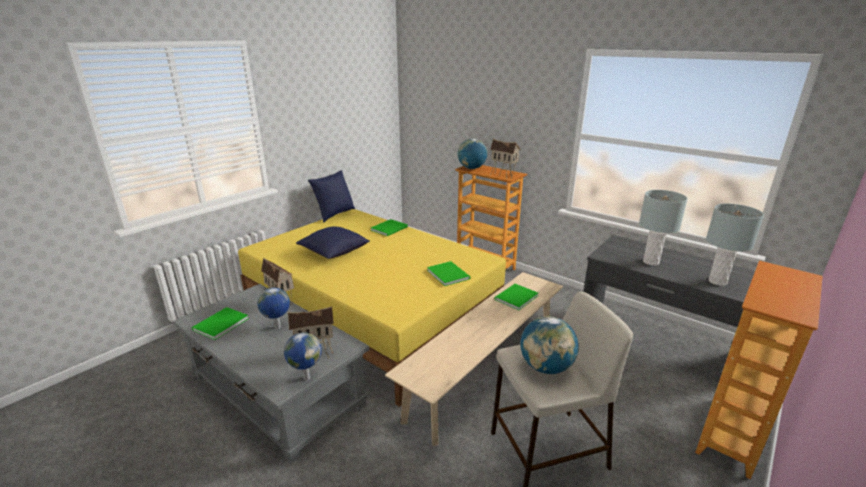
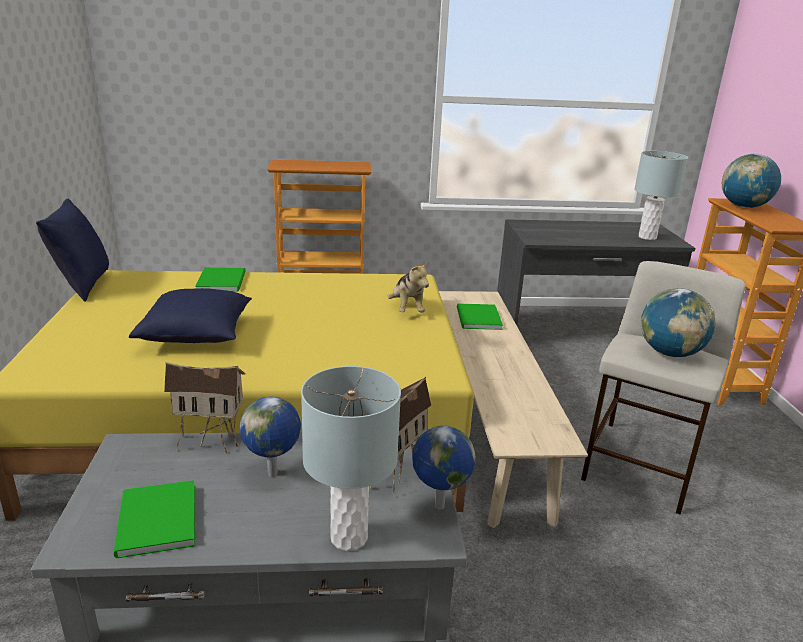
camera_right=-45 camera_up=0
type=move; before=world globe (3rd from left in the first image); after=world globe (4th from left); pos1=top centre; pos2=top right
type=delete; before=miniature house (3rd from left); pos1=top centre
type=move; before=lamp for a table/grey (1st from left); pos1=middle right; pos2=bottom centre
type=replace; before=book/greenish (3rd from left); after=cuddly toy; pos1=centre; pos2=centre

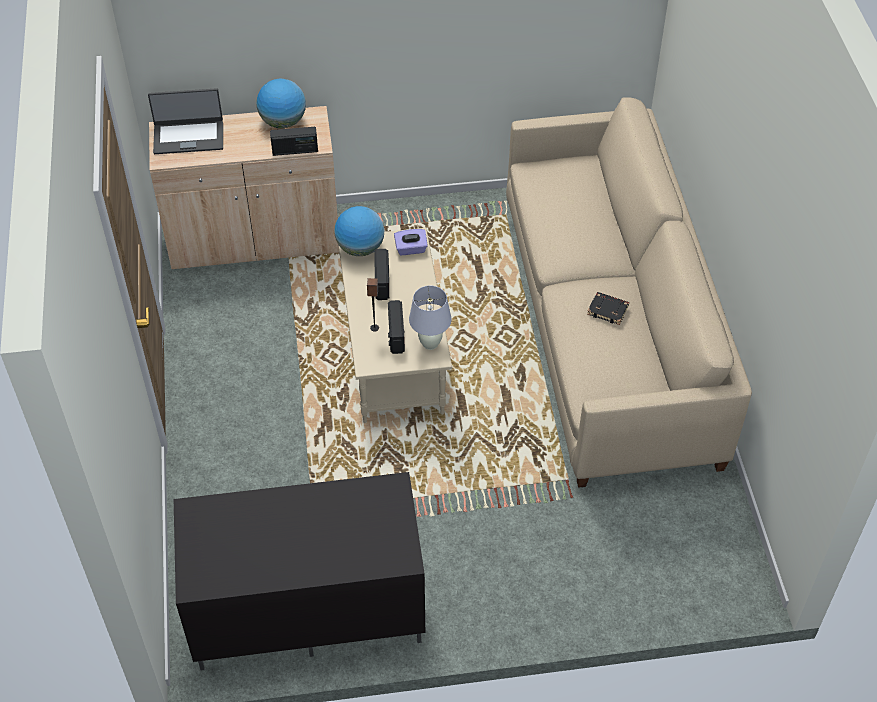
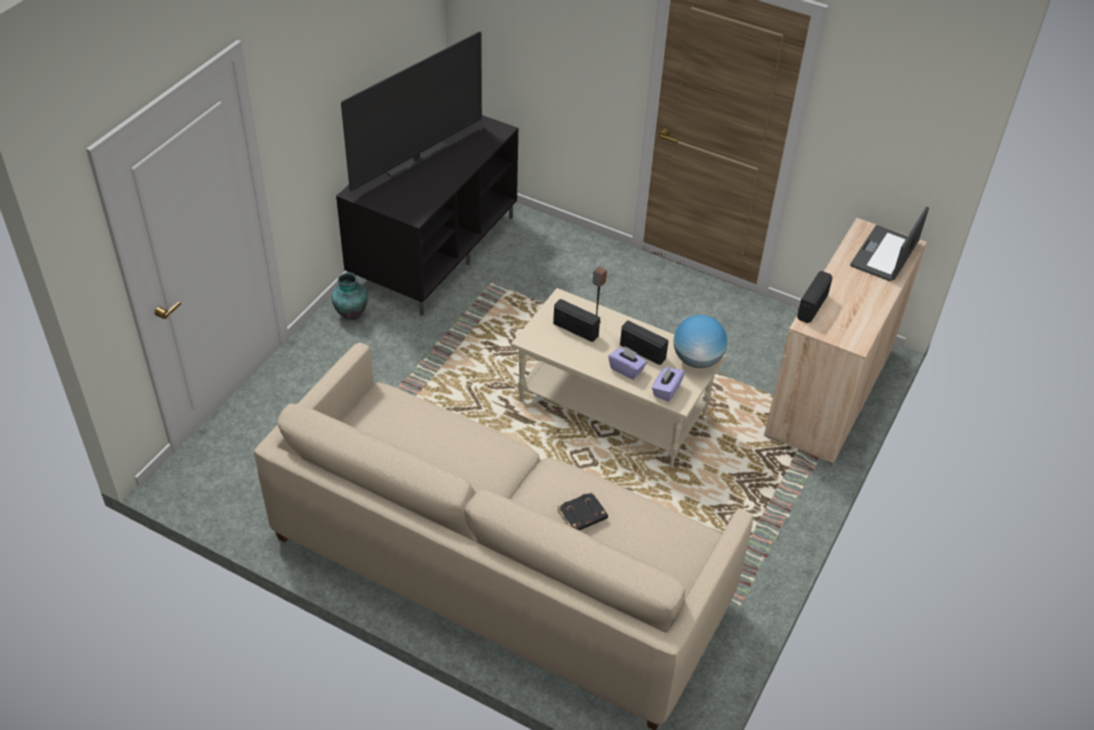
camera_right=125 camera_up=-5
type=delete; before=world globe (1st from left); pos1=top left
type=delete; before=lamp for a table/whitish; pos1=centre
type=move; before=book/blackish; pos1=middle right; pos2=bottom centre
type=insert; after=TV set; pos2=top centre
type=insert; after=decorative vase; pos2=middle left
type=insert; after=box of tissues/purple (1st from left); pos2=centre

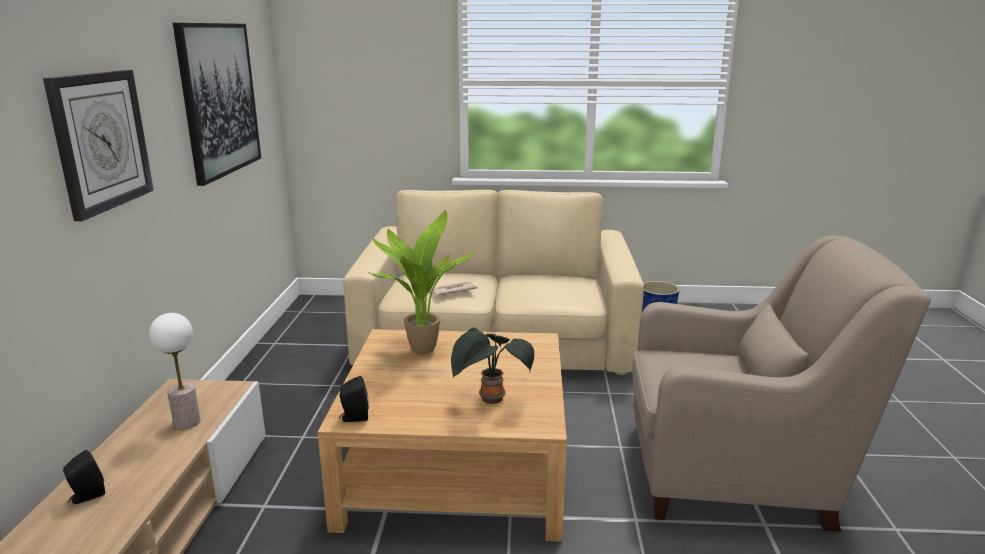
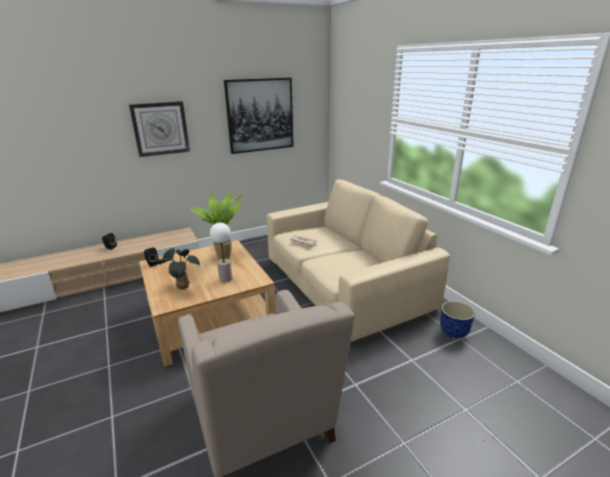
camera_right=60 camera_up=5
type=move; before=lamp for a table; pos1=bottom left; pos2=centre

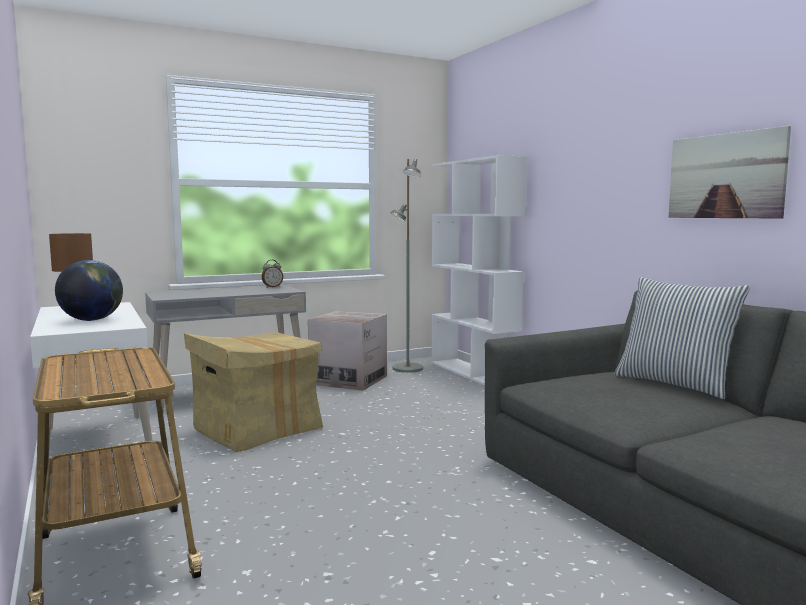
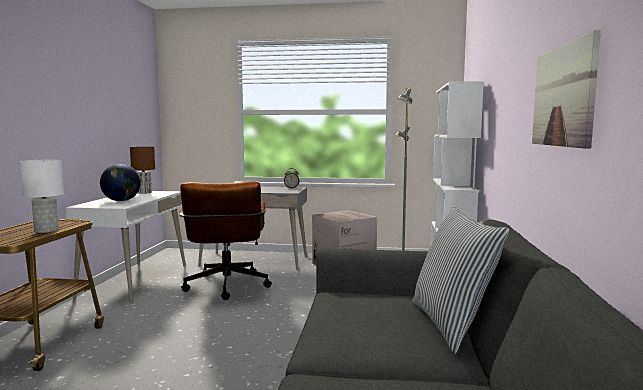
camera_right=35 camera_up=0
type=replace; before=packing box (1st from left); after=desk chair/brown-coloured; pos1=middle left; pos2=centre
type=insert; after=lamp for a table/whitish; pos2=middle left

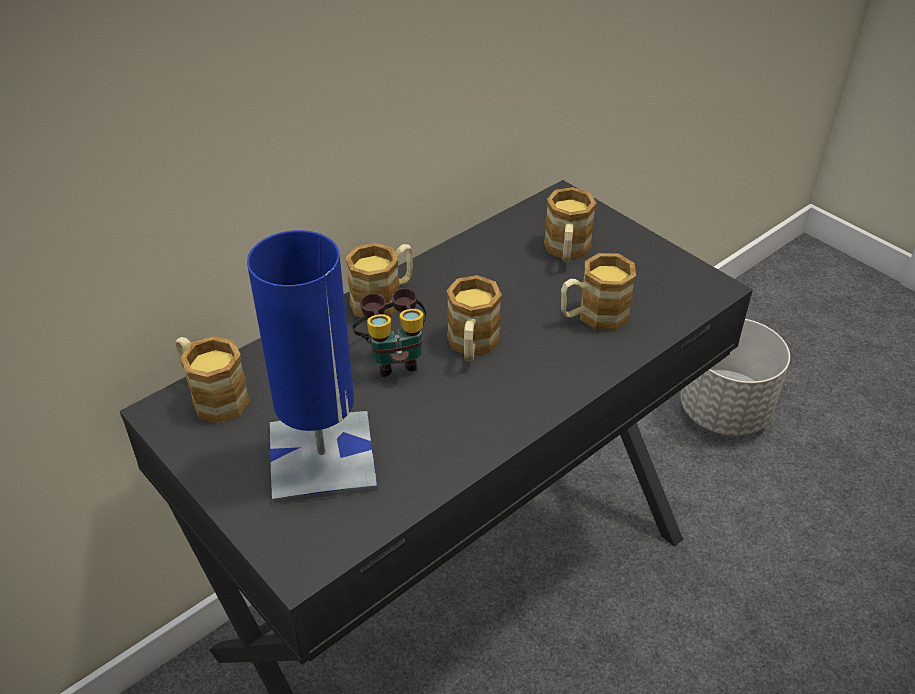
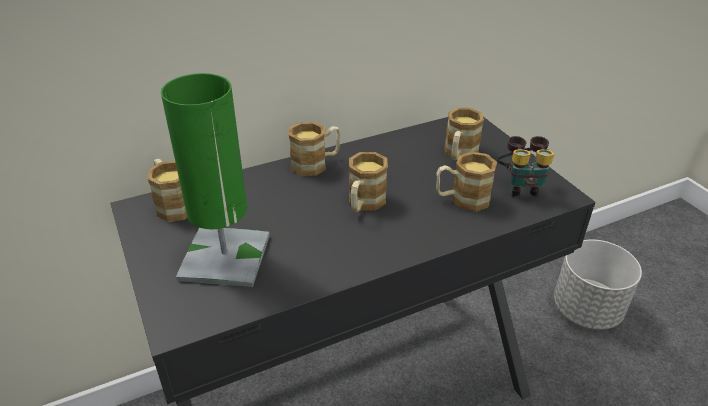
camera_right=15 camera_up=-5
type=recolor; before=lamp for a table/blue-coloured; after=lamp for a table/greenish; pos1=centre; pos2=middle left
type=move; before=field glasses; pos1=centre; pos2=middle right

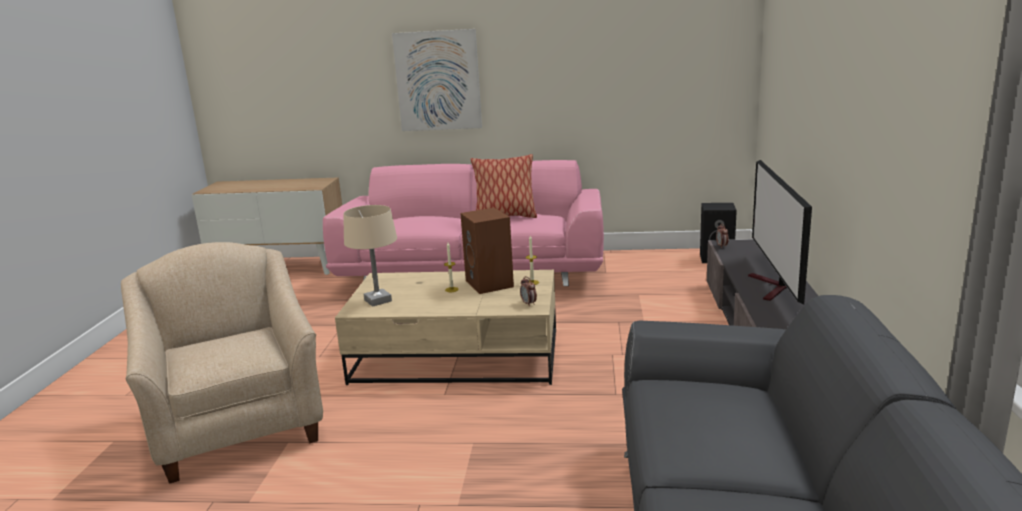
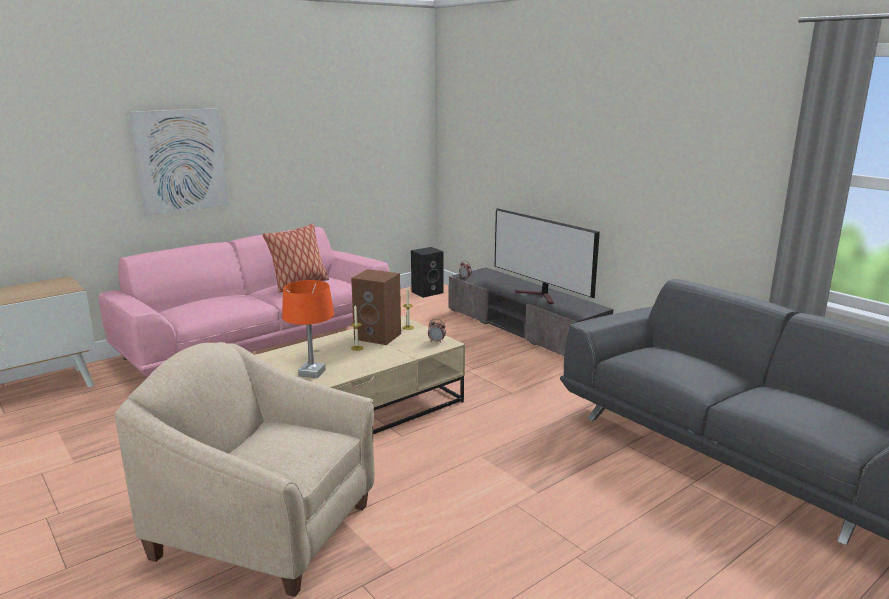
camera_right=-45 camera_up=0
type=recolor; before=lamp for a table/beige-coloured; after=lamp for a table/orangey; pos1=centre; pos2=centre

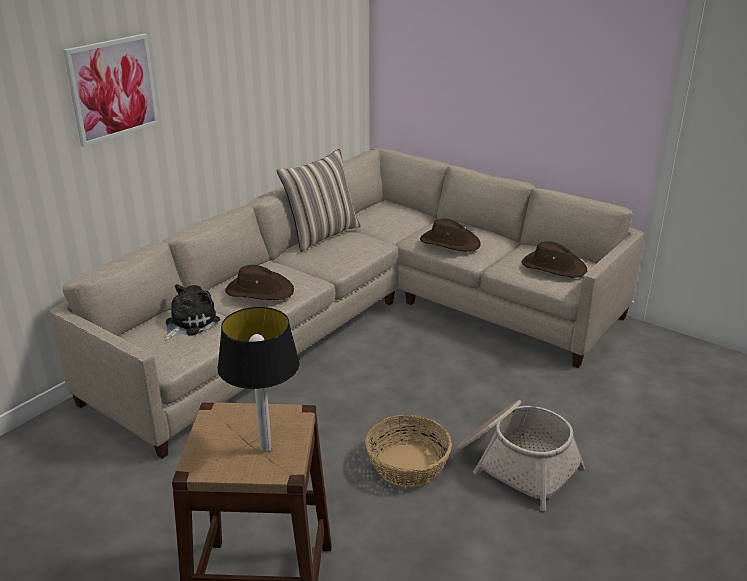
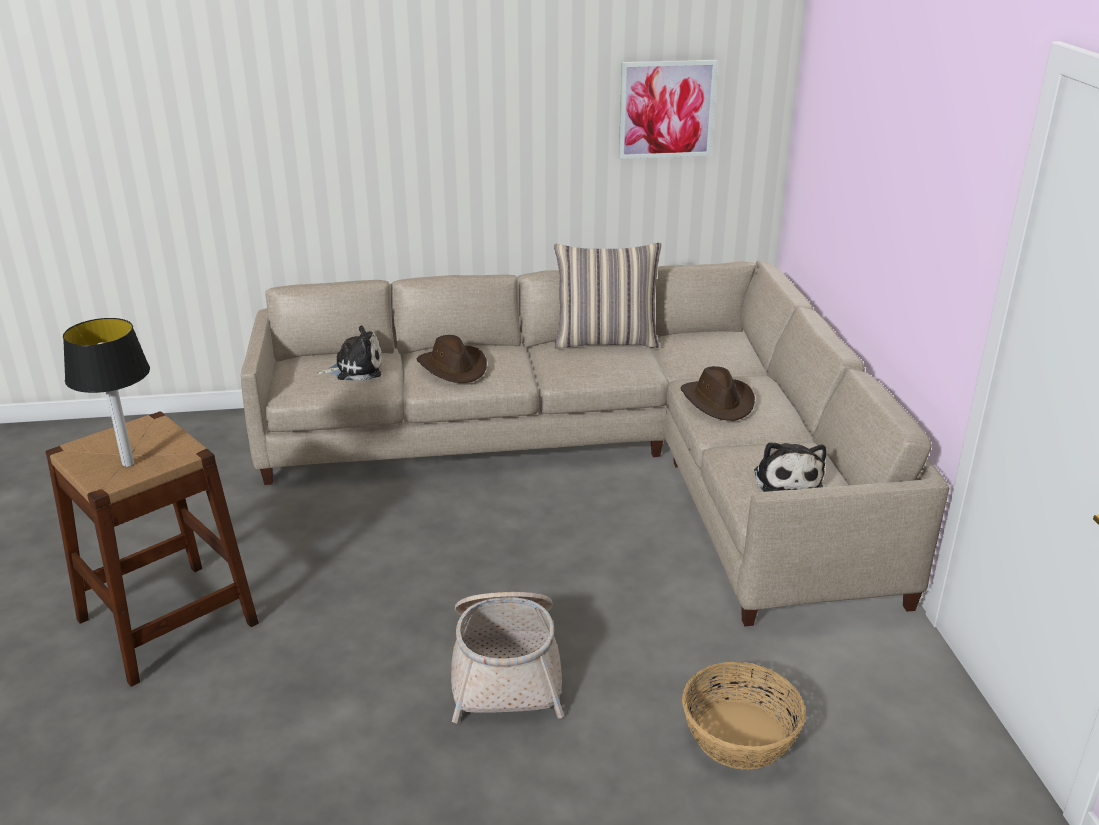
camera_right=45 camera_up=0
type=move; before=picture; pos1=top left; pos2=top centre
type=replace; before=clothing hat/brown-coloured (3rd from left); after=cuddly toy (2nd from left); pos1=middle right; pos2=middle right
type=move; before=household basket (1st from left in the first image); after=household basket (2nd from left); pos1=bottom centre; pos2=bottom right

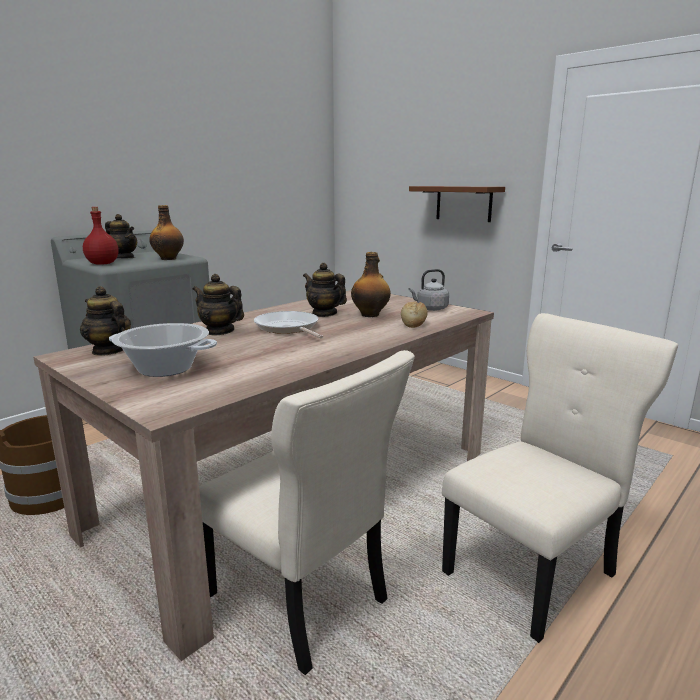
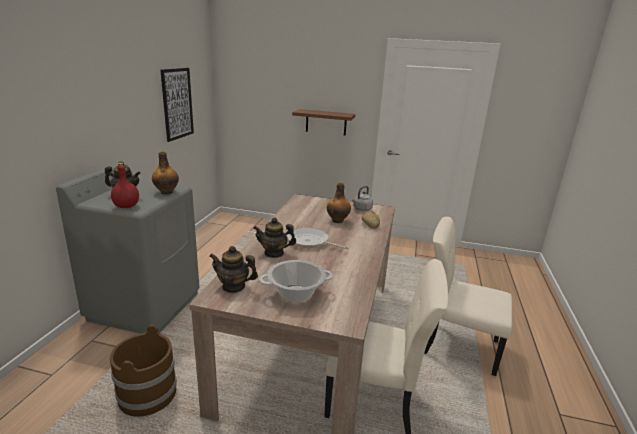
camera_right=-30 camera_up=5
type=delete; before=teapot (4th from left); pos1=centre
type=rotate; before=plain chair/beige-coloured (2nd from left); pos1=bottom right; pos2=bottom right; turn=-90
type=insert; after=picture; pos2=top left

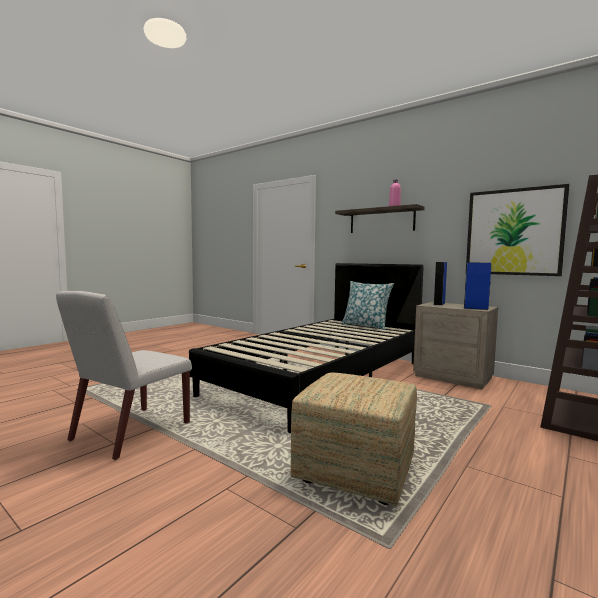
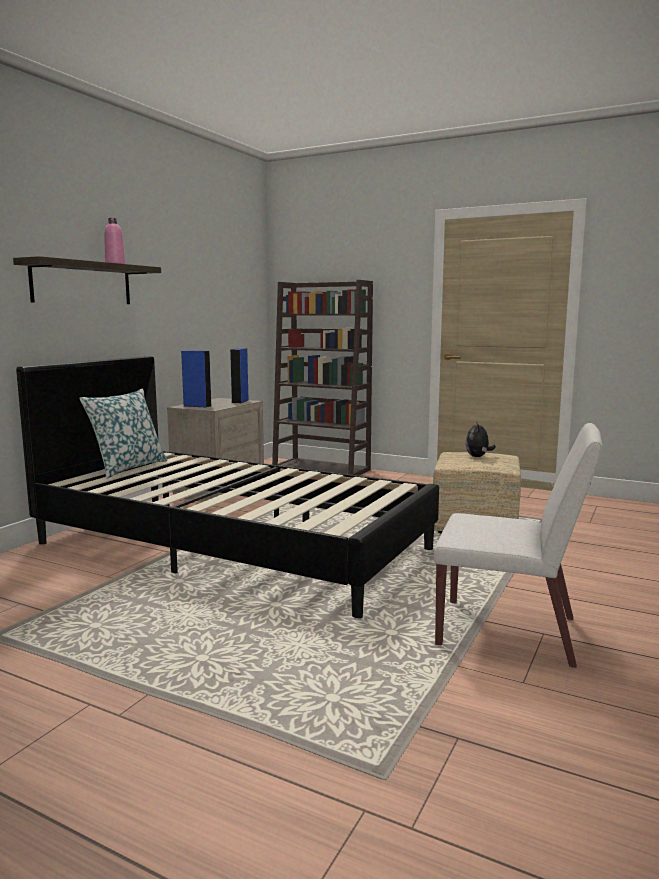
camera_right=-100 camera_up=5
type=delete; before=picture; pos1=middle right
type=insert; after=cuddly toy; pos2=middle right

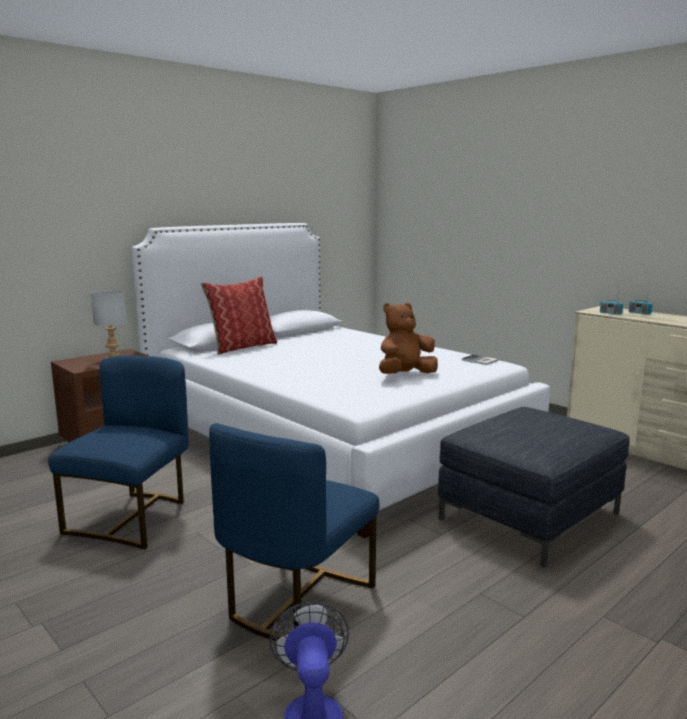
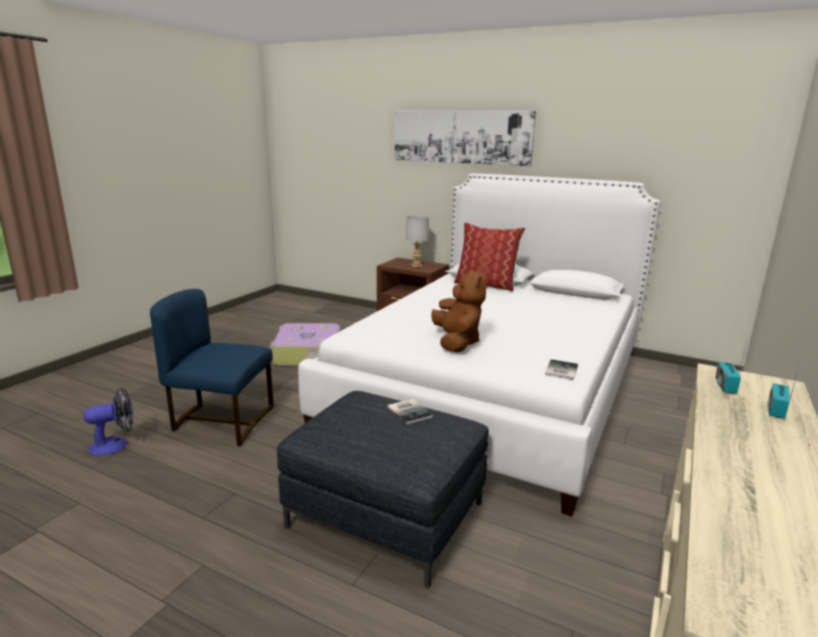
camera_right=70 camera_up=5
type=rotate; before=cuddly toy/brown-coloured; pos1=centre; pos2=centre; turn=45
type=replace; before=plain chair/blue-coloured (1st from left); after=travel case; pos1=middle left; pos2=centre
type=insert; after=picture; pos2=top centre
type=insert; after=book (1st from left); pos2=centre

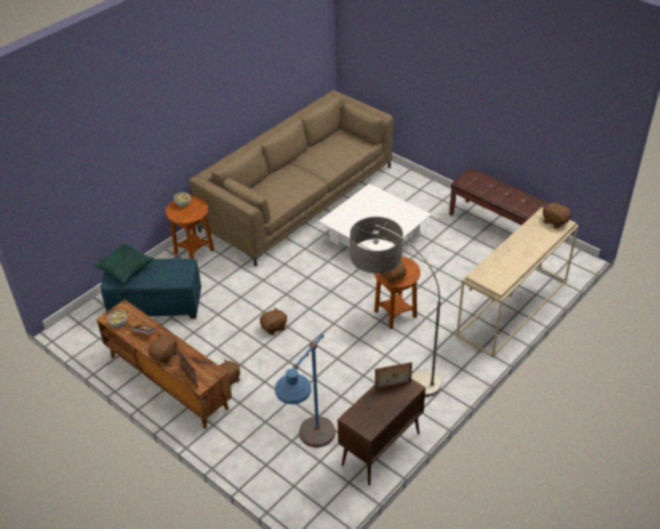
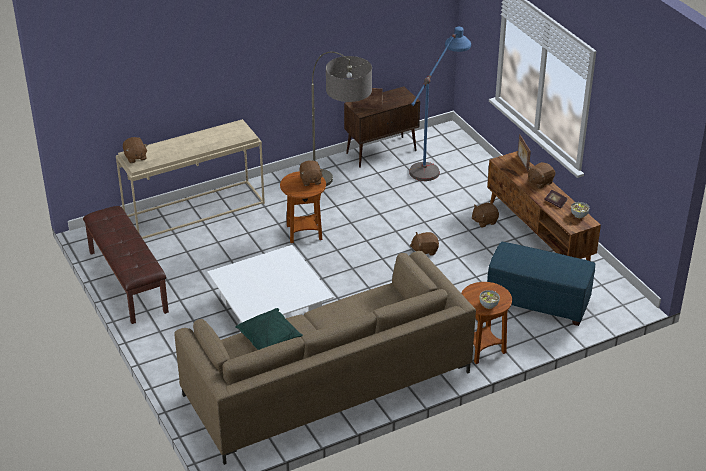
camera_right=-160 camera_up=-5
type=move; before=pillow/greenish; pos1=middle left; pos2=bottom centre

